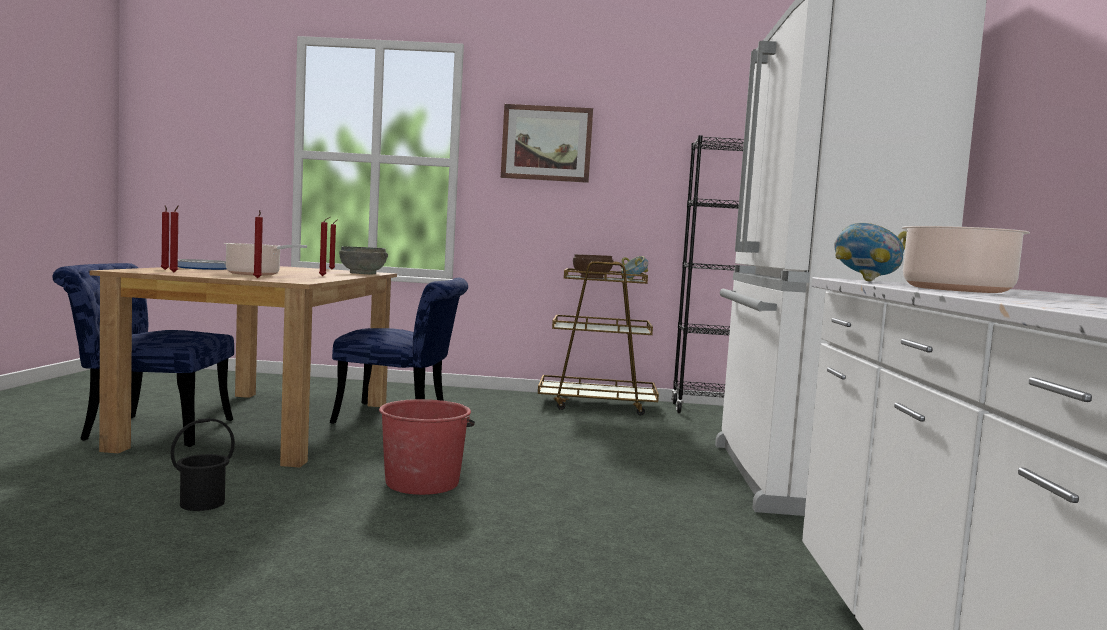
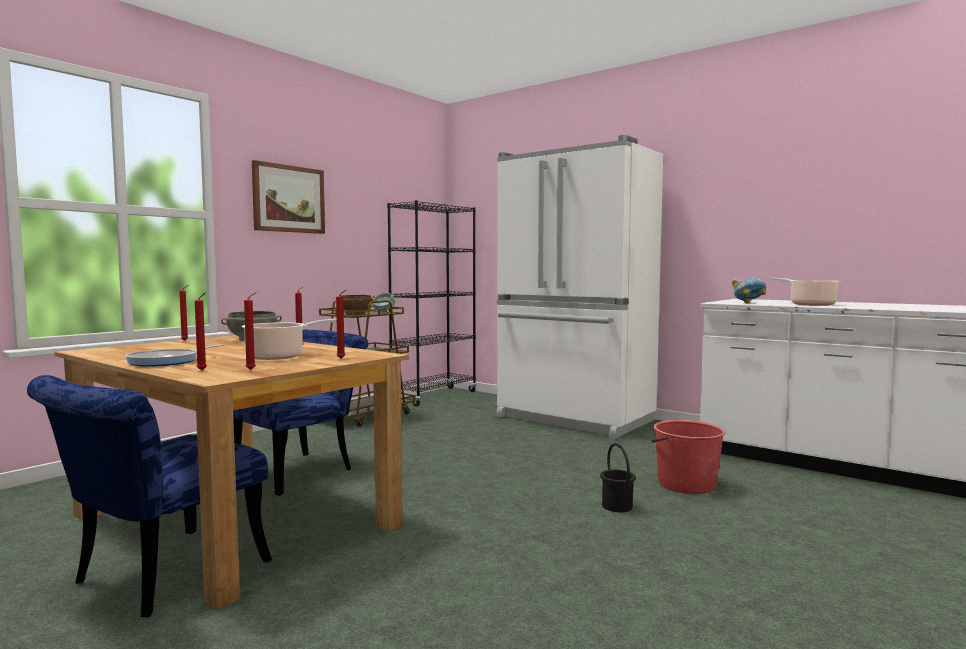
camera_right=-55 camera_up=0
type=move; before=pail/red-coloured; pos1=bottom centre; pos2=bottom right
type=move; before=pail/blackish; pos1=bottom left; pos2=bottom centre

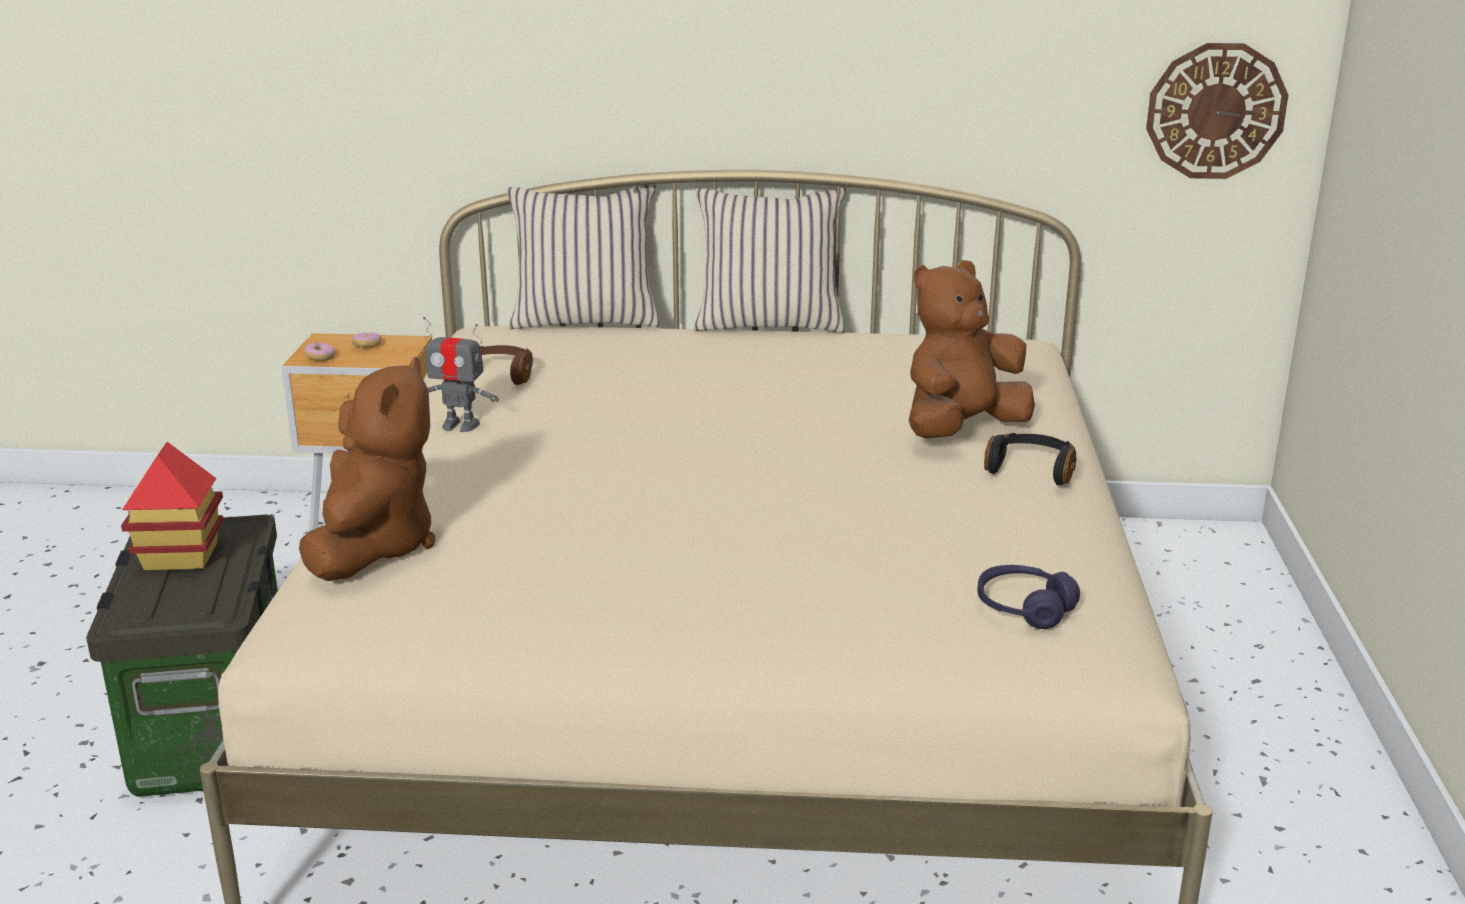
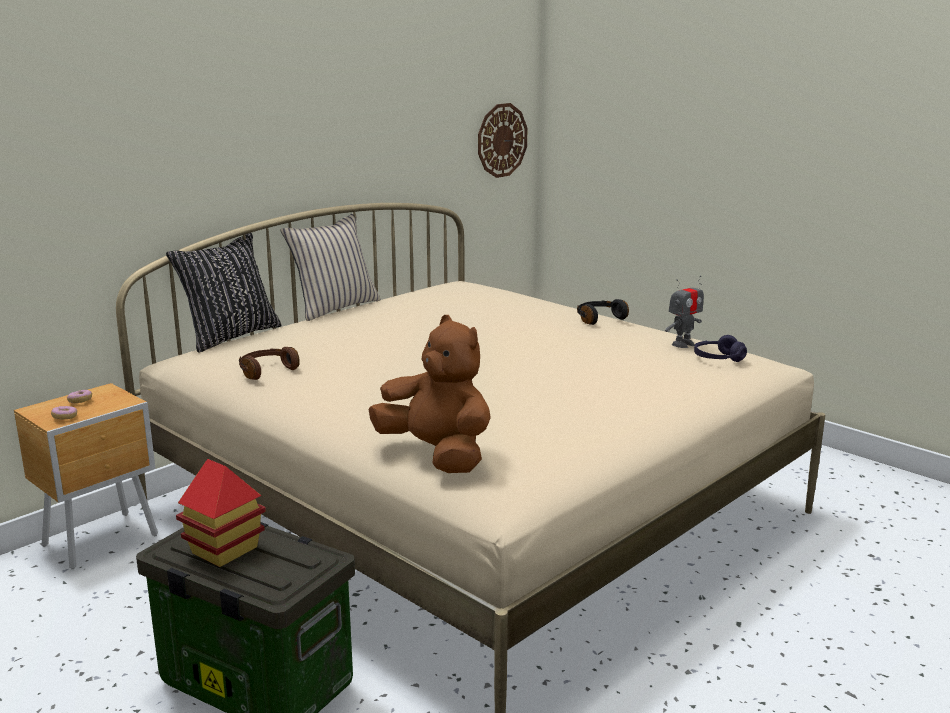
camera_right=-50 camera_up=-5
type=recolor; before=pillow/beige-coloured (1st from left); after=pillow/blackish; pos1=top centre; pos2=middle left
type=delete; before=cuddly toy/brown-coloured (2nd from left); pos1=centre
type=move; before=robot figure; pos1=middle left; pos2=middle right

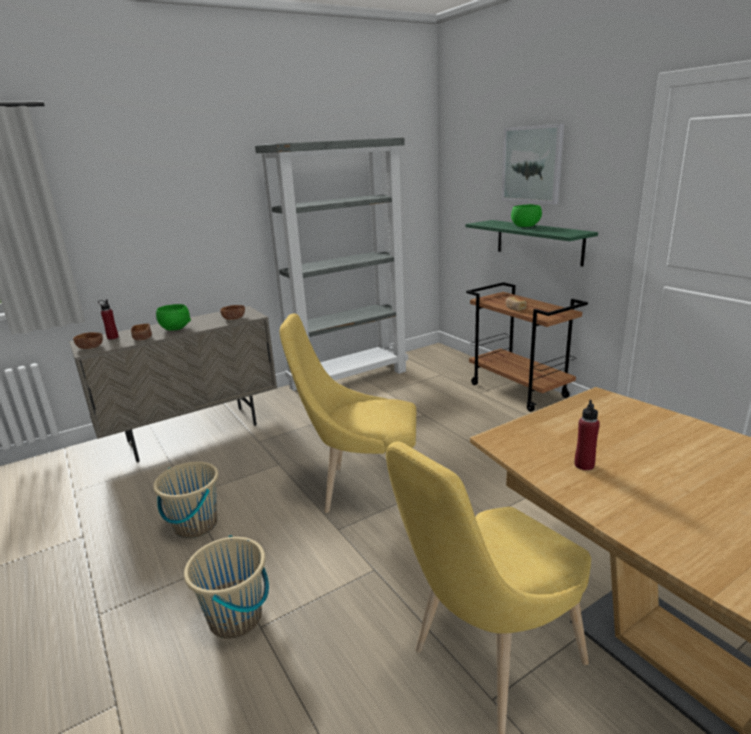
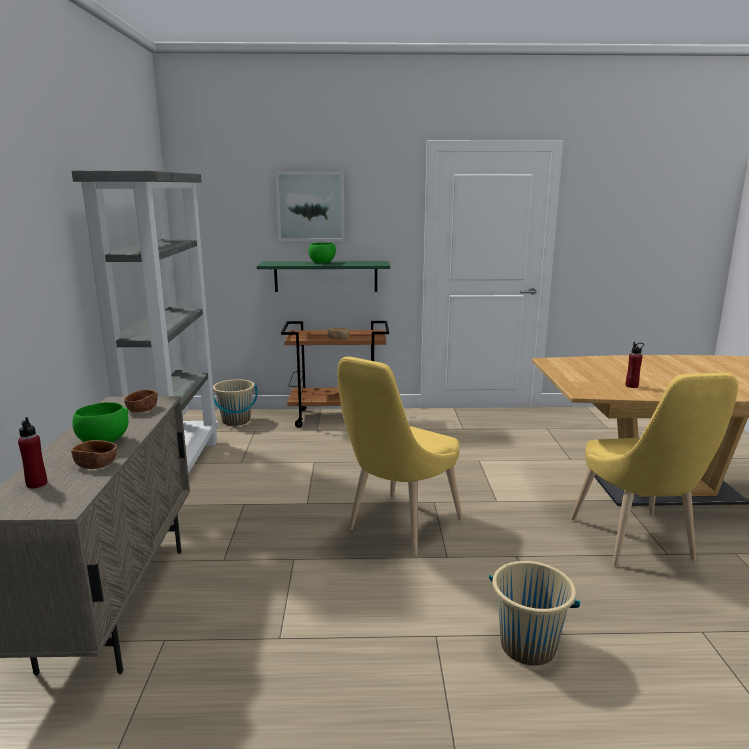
camera_right=-60 camera_up=-5
type=delete; before=deep dish/brown-coloured (1st from left); pos1=middle left
type=move; before=pail/beige-coloured (1st from left); pos1=bottom left; pos2=middle left

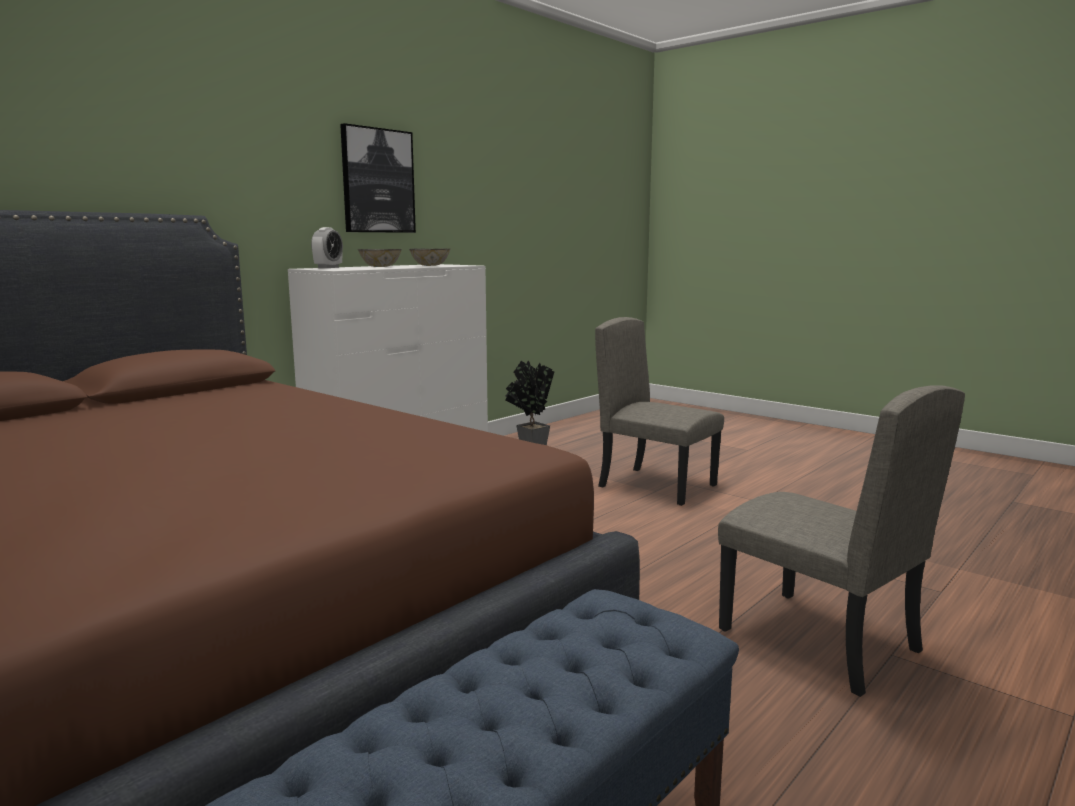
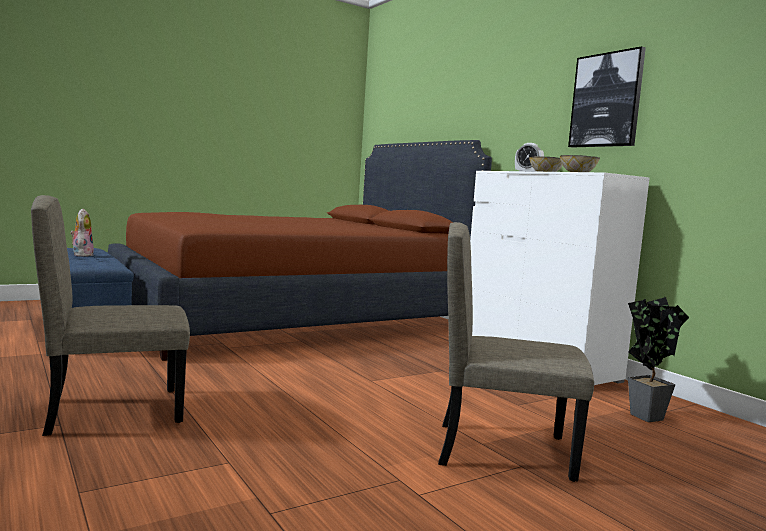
camera_right=105 camera_up=-5
type=rotate; before=plain chair/beige-coloured (1st from left in the first image); pos1=centre; pos2=middle right; turn=-135
type=insert; after=cuddly toy; pos2=middle left

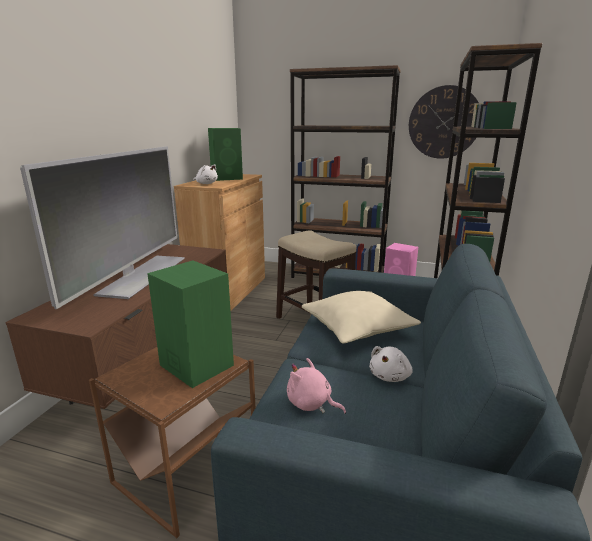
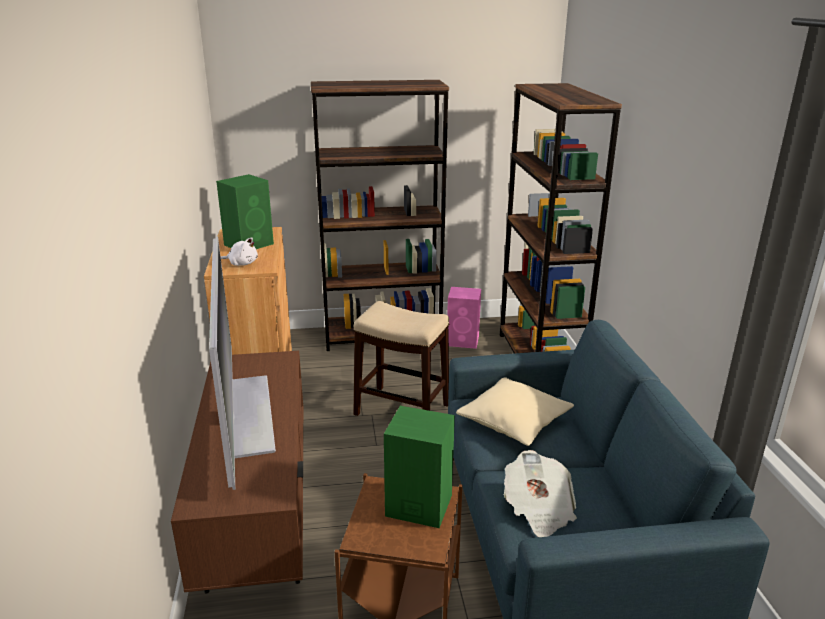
camera_right=-25 camera_up=5
type=delete; before=clock on the wall; pos1=top right
type=delete; before=cuddly toy/whitish (2nd from left); pos1=bottom centre
type=replace; before=cuddly toy/pink; after=daily paper; pos1=bottom centre; pos2=bottom centre

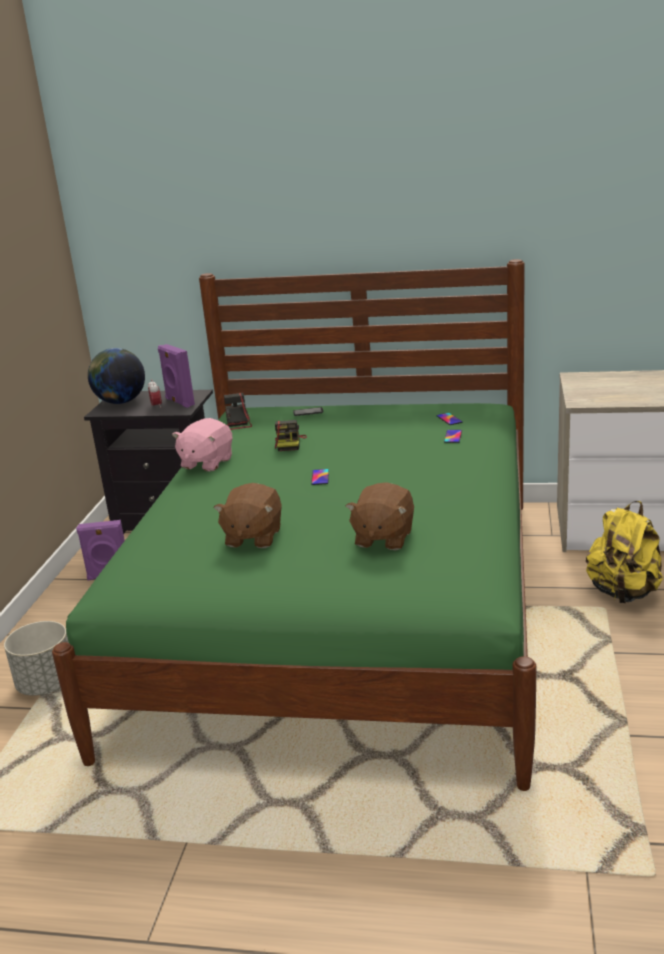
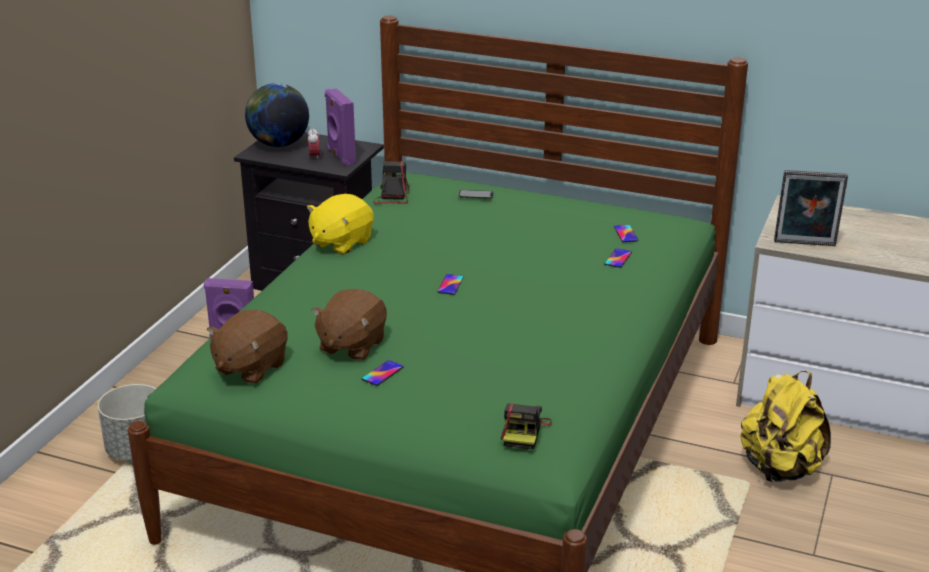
camera_right=10 camera_up=5
type=recolor; before=cuddly toy/pink; after=cuddly toy/yellow-coloured; pos1=middle left; pos2=centre
type=move; before=still camera (2nd from left); pos1=centre; pos2=bottom centre
type=move; before=cuddly toy/brown-coloured (2nd from left in the first image); after=cuddly toy/brown-coloured (1st from left); pos1=centre; pos2=middle left
type=insert; after=picture frame; pos2=middle right
type=insert; after=phone (1st from left); pos2=centre

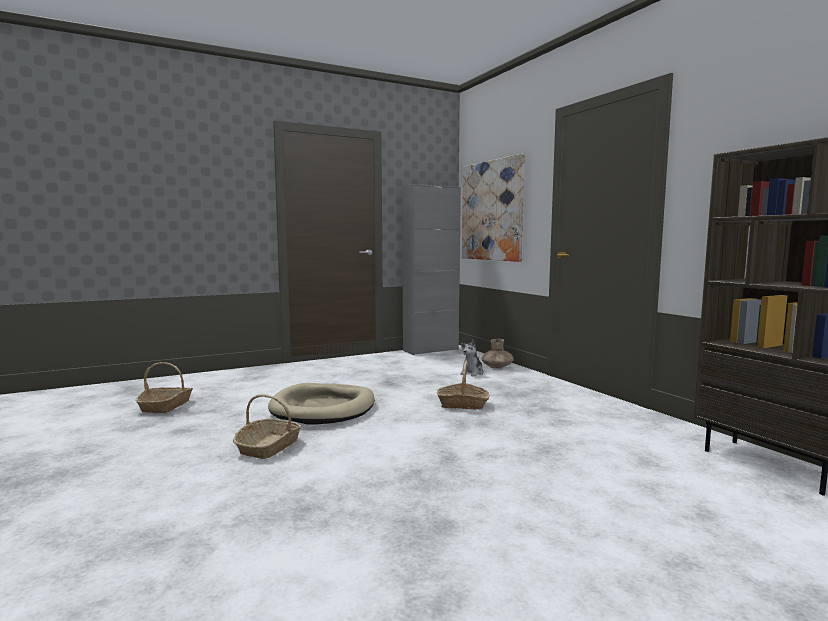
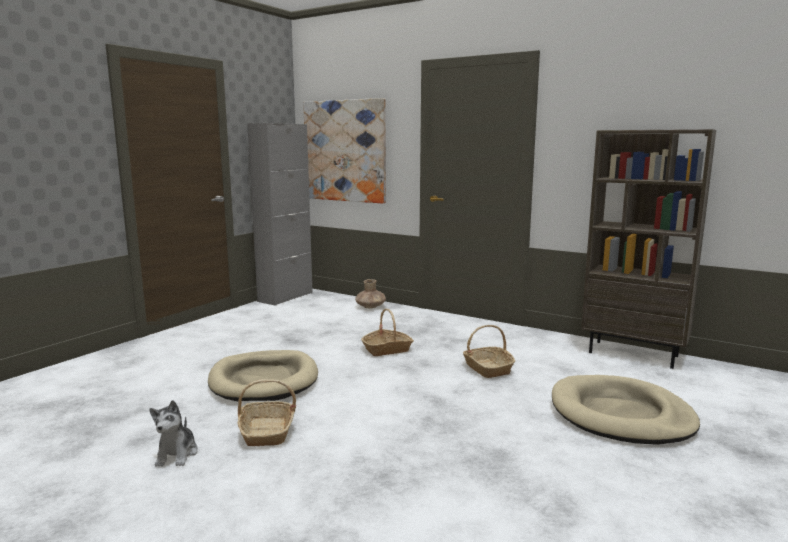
camera_right=-30 camera_up=5
type=move; before=cuddly toy; pos1=centre; pos2=bottom left
type=move; before=household basket (1st from left in the first image); after=household basket (3rd from left); pos1=middle left; pos2=centre
type=insert; after=pet bed/beige-coloured (2nd from left); pos2=bottom right

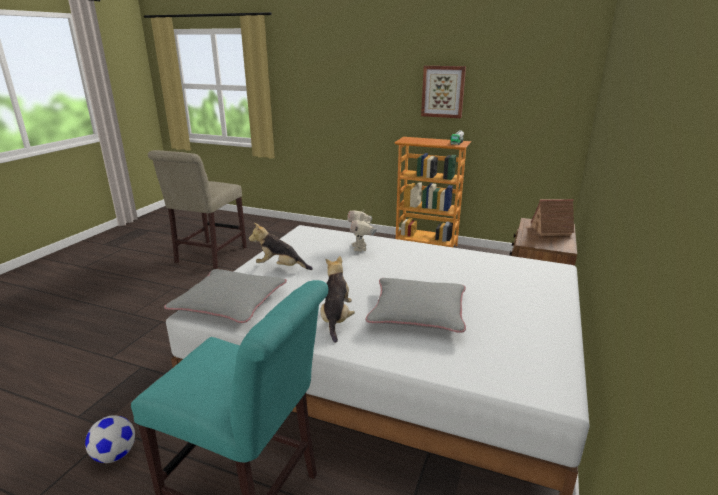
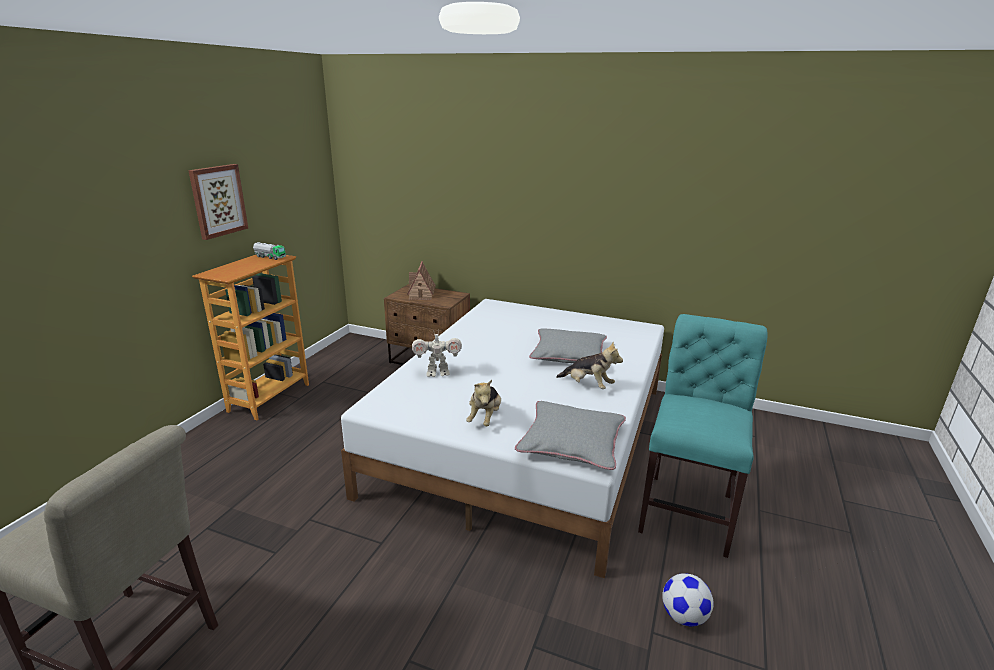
camera_right=-90 camera_up=0
type=rotate; before=cuddly toy (2nd from left); pos1=centre; pos2=centre; turn=-150

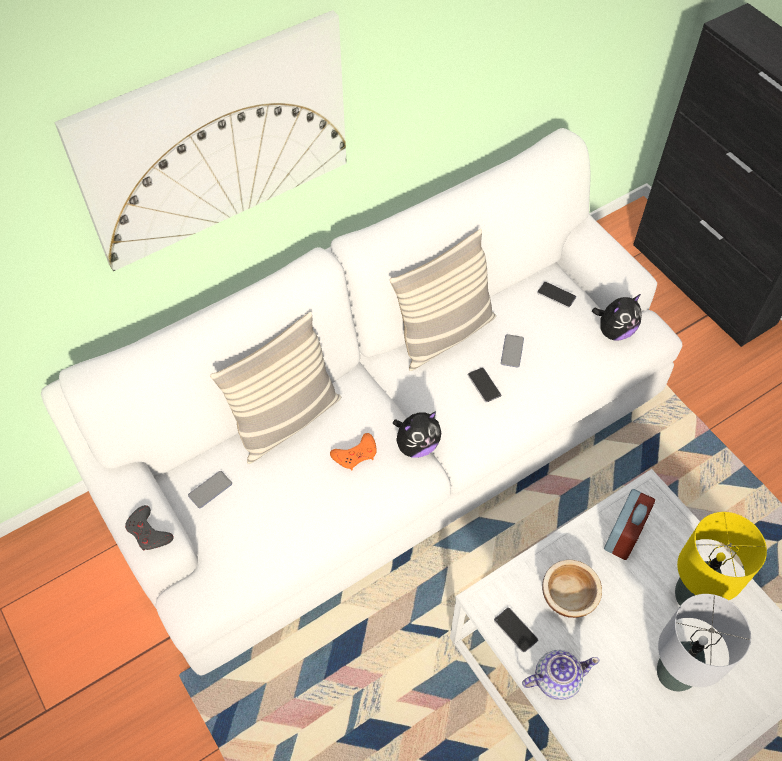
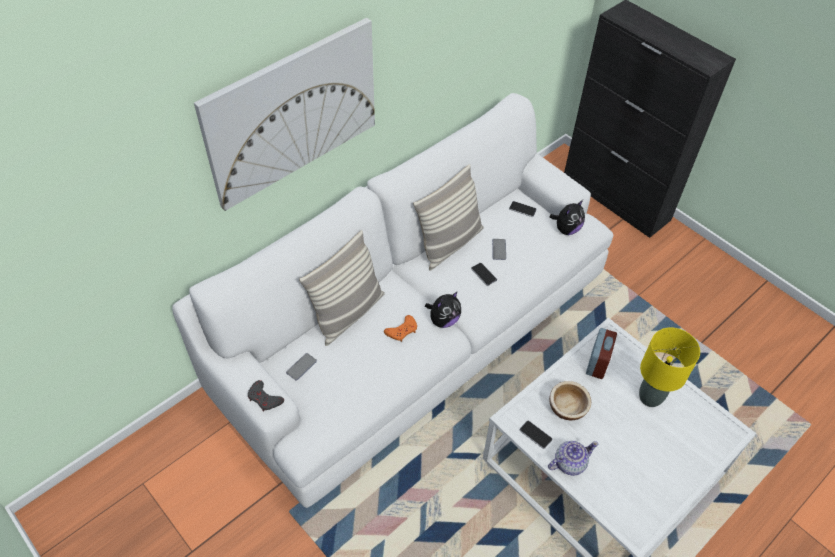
camera_right=-10 camera_up=-5
type=delete; before=lamp for a table/grey; pos1=bottom right

